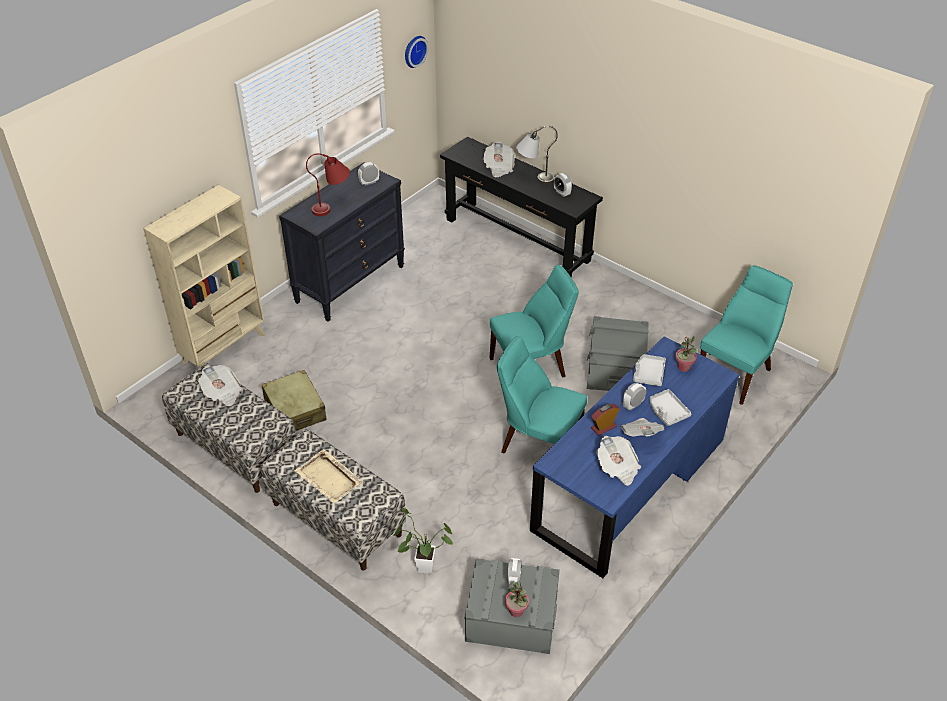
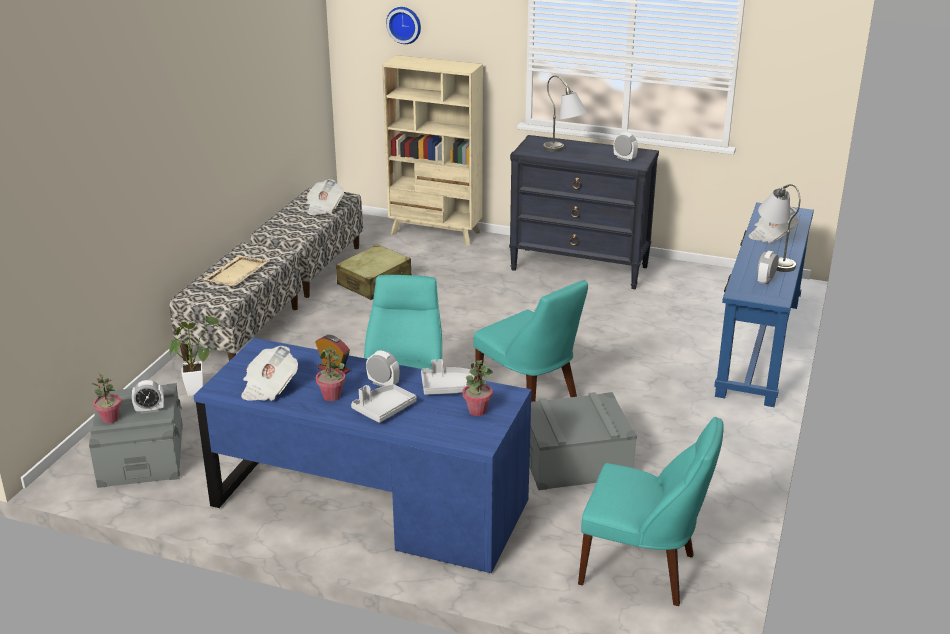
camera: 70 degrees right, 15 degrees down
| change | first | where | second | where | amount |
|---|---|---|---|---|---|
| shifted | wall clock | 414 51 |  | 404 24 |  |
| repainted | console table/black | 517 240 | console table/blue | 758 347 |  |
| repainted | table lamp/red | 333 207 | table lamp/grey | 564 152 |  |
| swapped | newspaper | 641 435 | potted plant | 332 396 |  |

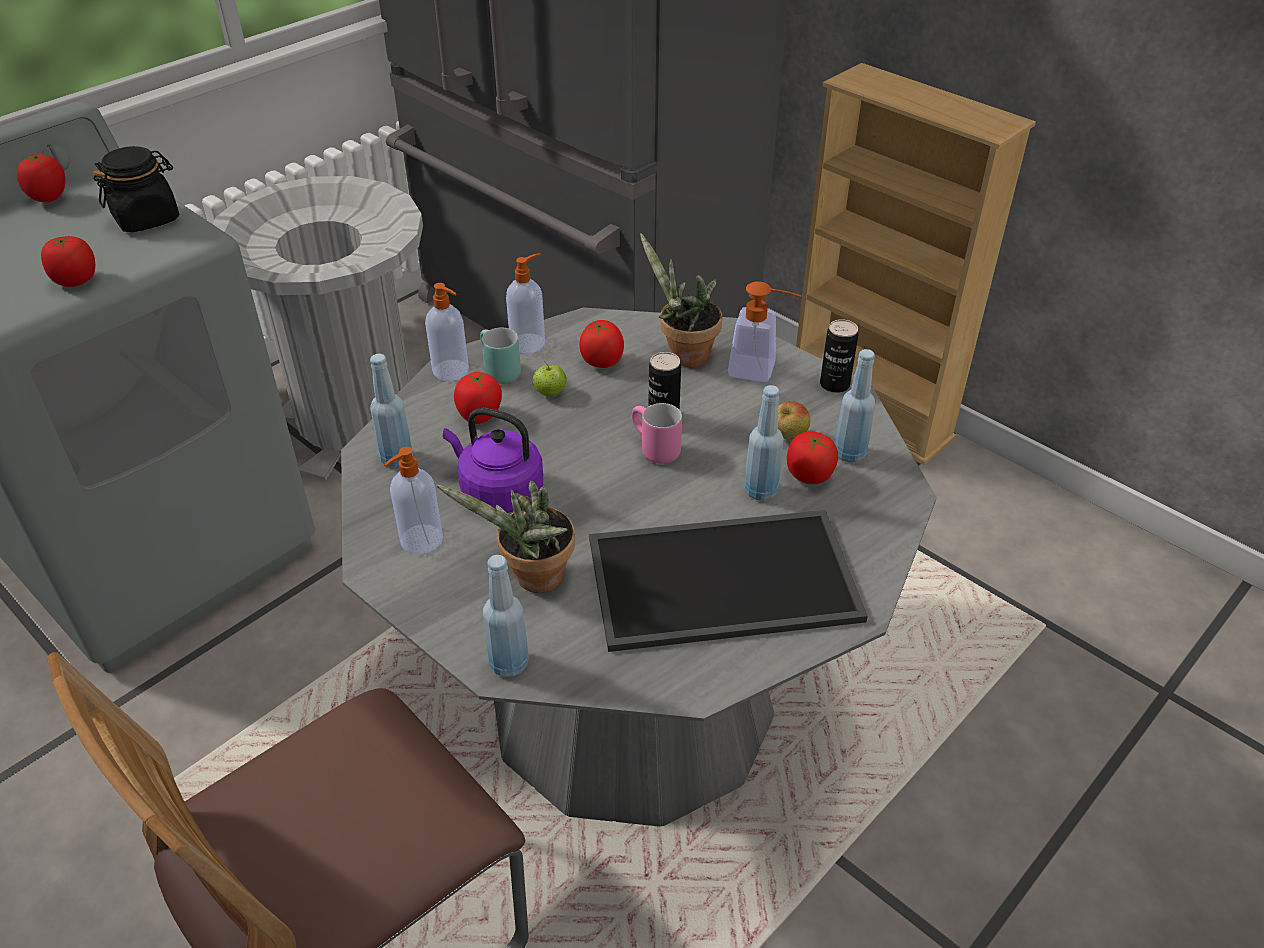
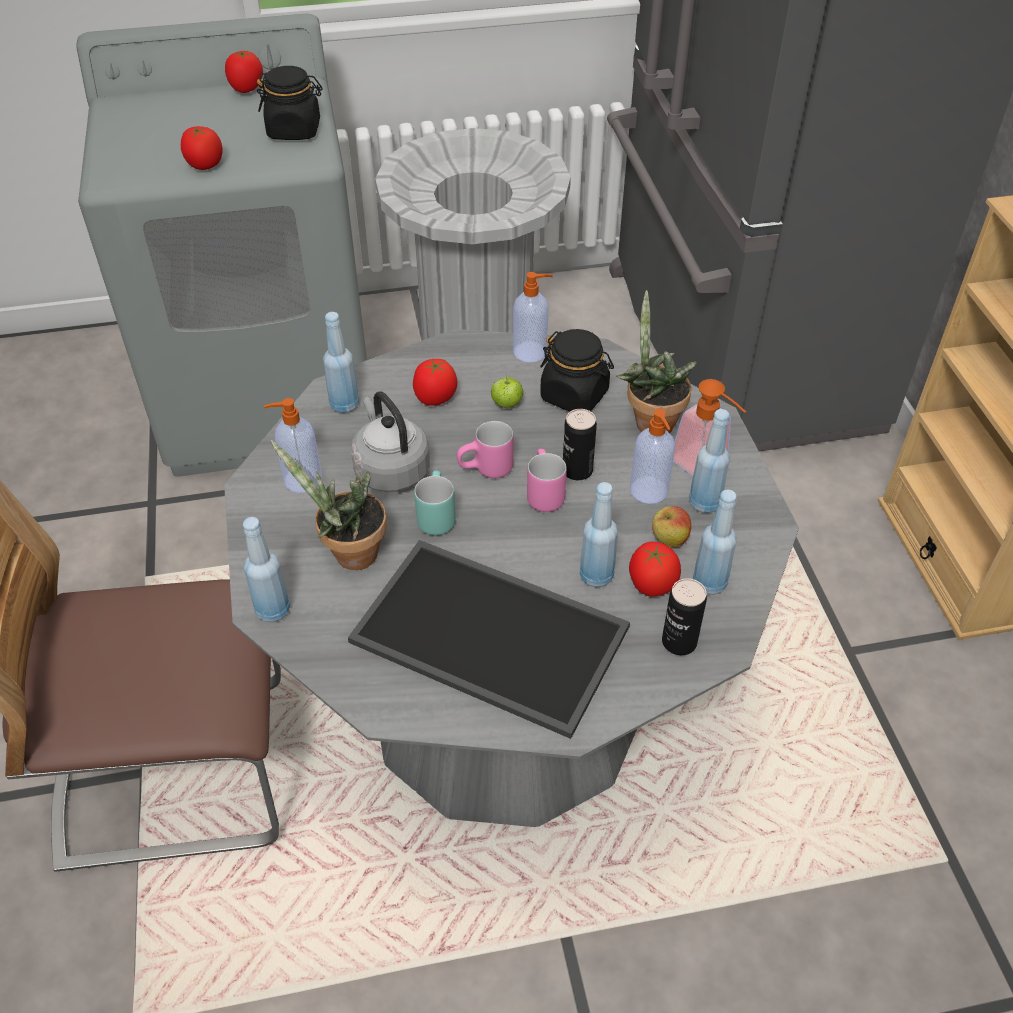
camera: 35 degrees right, 5 degrees up
| change | first | where | second | where | amount |
|---|---|---|---|---|---|
| shifted | soap dispenser | 451 371 |  | 649 491 |  |
| shifted | can | 834 384 |  | 679 642 |  |
| swapped | tomato | 602 361 | jar/black | 574 395 |  |
| shifted | mug/turquoise | 496 371 |  | 434 516 |  |
| repainted | kettle/purple | 498 492 | kettle/grey | 390 469 |  |
| new |  |  | bottle/blue | 704 503 |  |
| new |  |  | mug/pink | 487 471 |  |

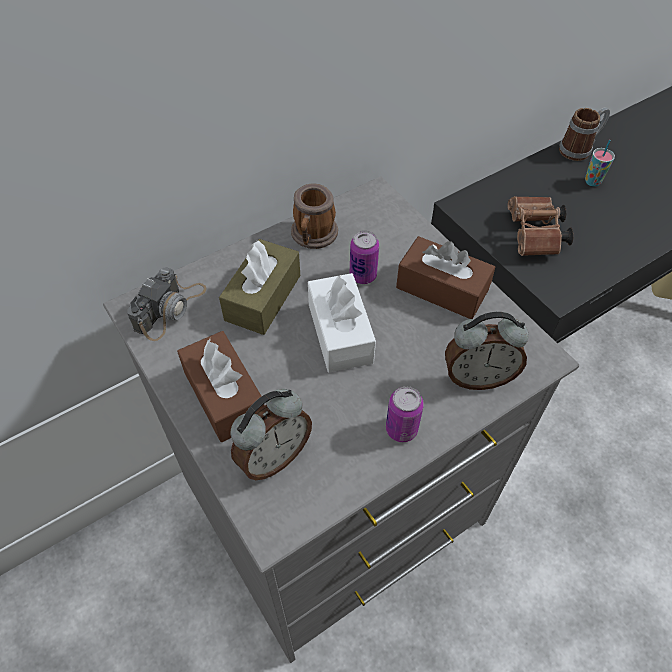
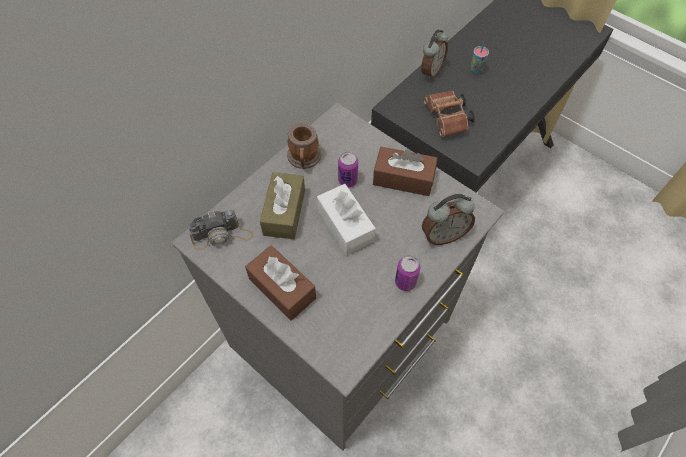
camera: 15 degrees left, 5 degrees up
| change | first | where | second | where | amount |
|---|---|---|---|---|---|
| gone | mug | 579 149 |  |  |  |
| rotated | photo camera | 170 308 |  | 222 235 | 60 degrees clockwise |
| shifted | alarm clock | 273 456 |  | 430 72 |  |

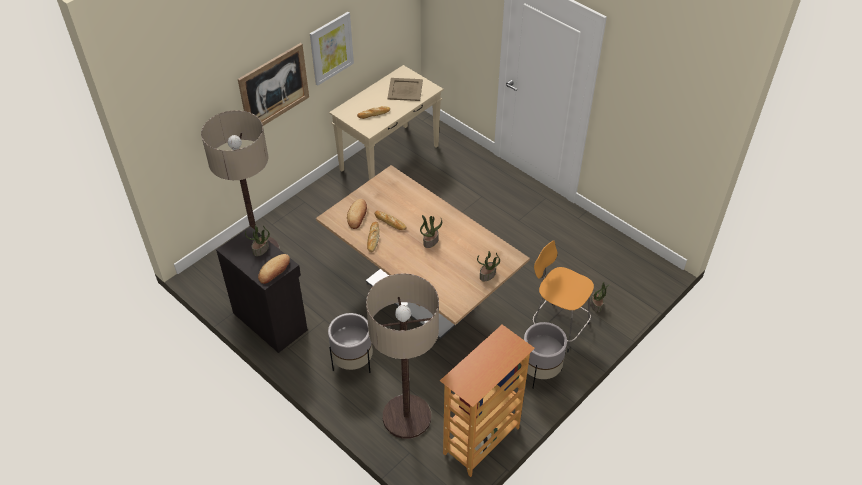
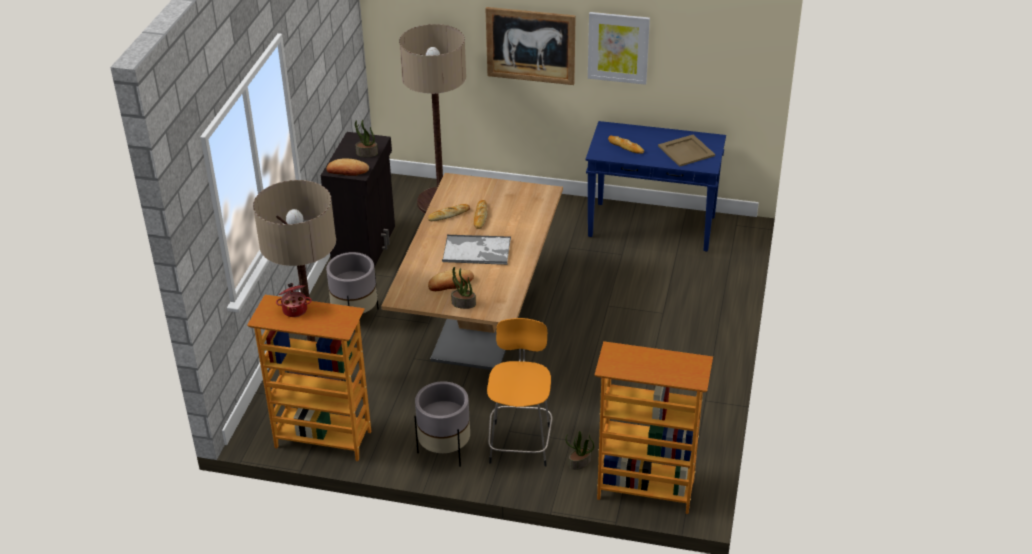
camera: 60 degrees right, 10 degrees down
| change | first | where | second | where | amount |
|---|---|---|---|---|---|
| repainted | console table/beige | 390 157 | console table/blue | 653 226 |  |
| shifted | bread | 357 215 |  | 450 283 |  |
| swapped | potted plant | 430 241 | tray | 477 250 |  |
| new |  |  | cooking pot | 295 309 |  |
| new |  |  | bookcase | 645 491 |  |

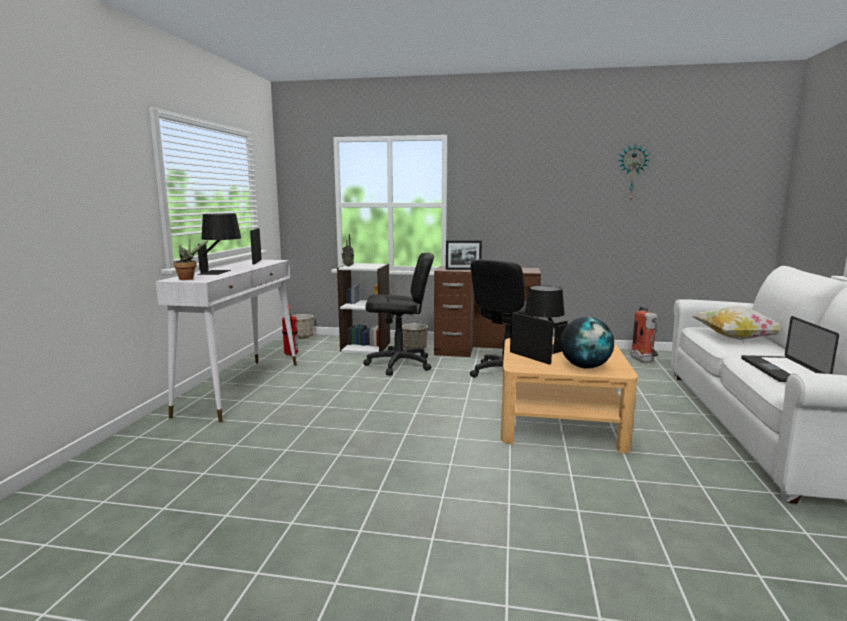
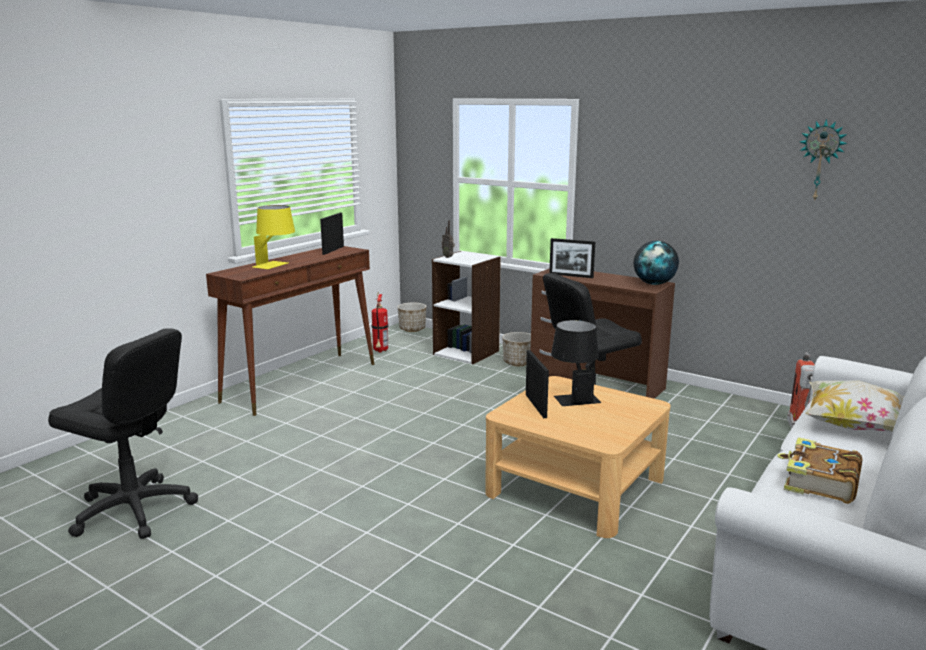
camera: 25 degrees right, 5 degrees up
| change | first | where | second | where | amount |
|---|---|---|---|---|---|
| repainted | table lamp/black | 222 272 | table lamp/yellow | 276 265 |  |
| gone | potted plant | 188 279 |  |  |  |
| shifted | office chair/black | 399 364 |  | 133 510 |  |
| repainted | console table/white | 241 387 | console table/brown | 302 382 |  |
| swapped | laptop | 782 370 | book | 819 482 |  |
| shifted | globe | 585 367 |  | 654 284 |  |

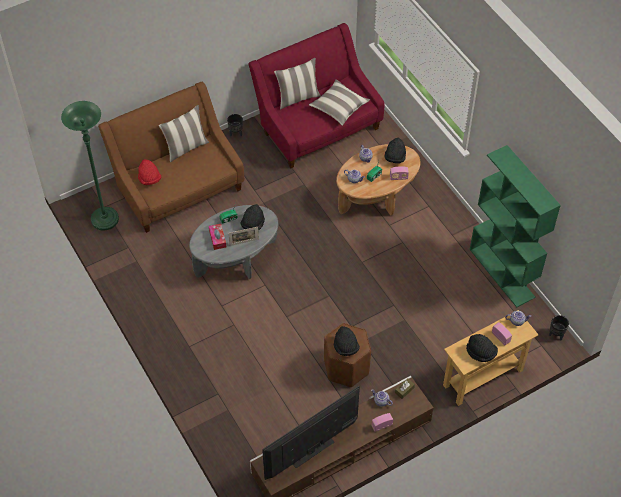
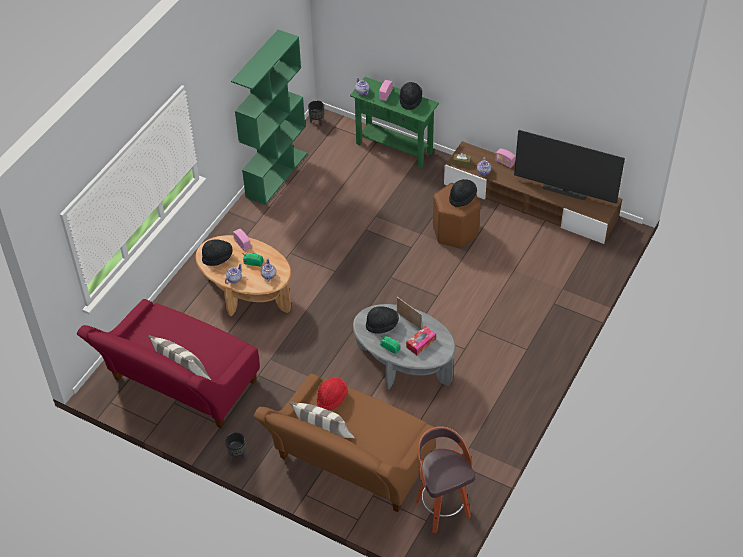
camera: 120 degrees left, 5 degrees down
| change | first | where | second | where | amount |
|---|---|---|---|---|---|
| gone | pillow | 339 107 |  |  |  |
| swapped | floor lamp/green | 105 220 | stool | 441 508 |  |
| shifted | hat/red | 149 179 |  | 332 398 |  |
| repainted | console table/beige | 483 378 | console table/green | 394 148 |  |

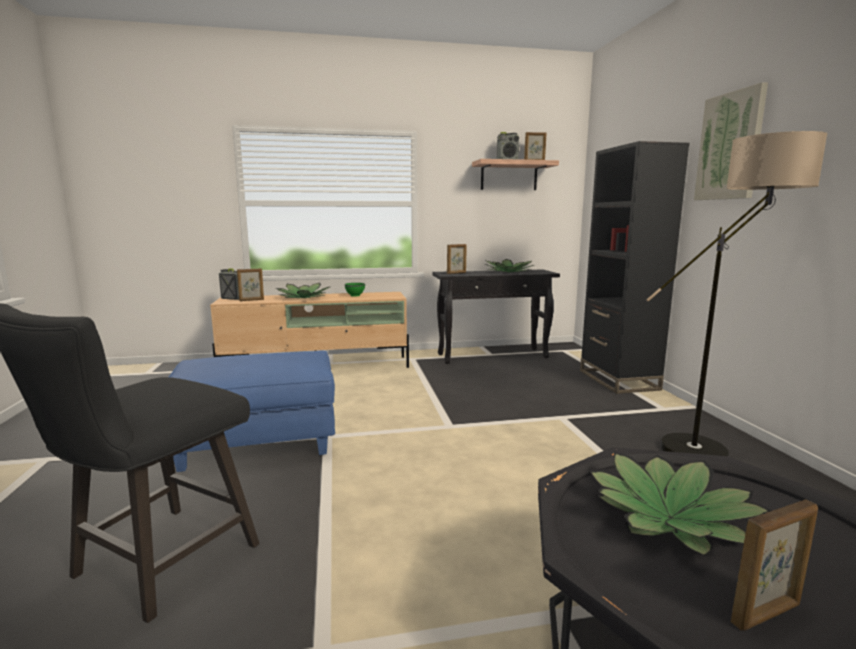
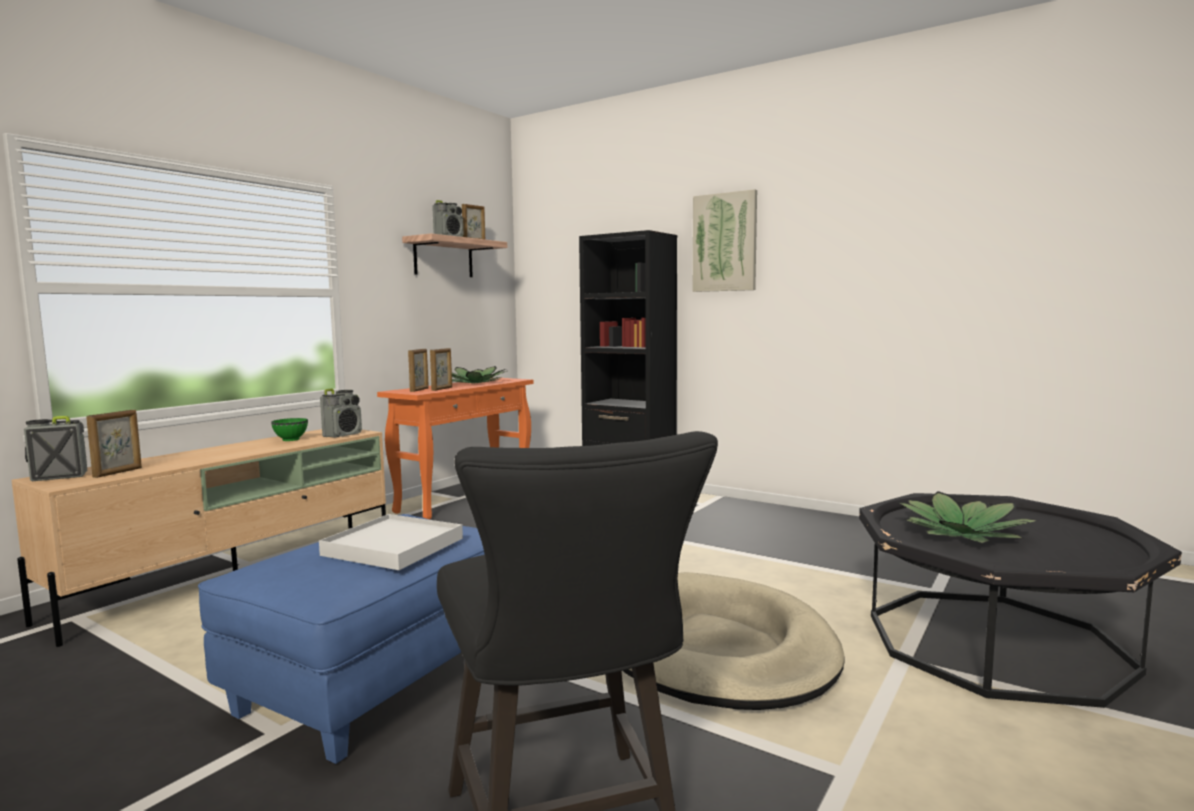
camera: 45 degrees left, 5 degrees down
| change | first | where | second | where | amount |
|---|---|---|---|---|---|
| gone | floor lamp | 715 449 |  |  |  |
| repainted | console table/black | 493 356 | console table/orange | 465 499 |  |
| gone | potted plant | 304 298 |  |  |  |
| shifted | picture frame | 766 614 |  | 442 389 |  |
| new |  |  | radio | 343 435 |  |
| new |  |  | tray/white | 393 547 |  |
| new |  |  | dog bed/beige | 714 648 |  |

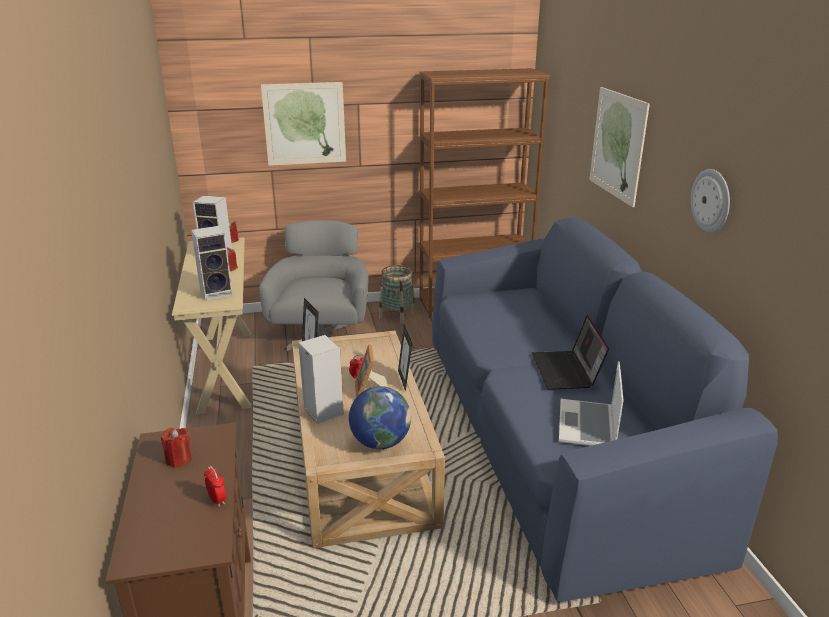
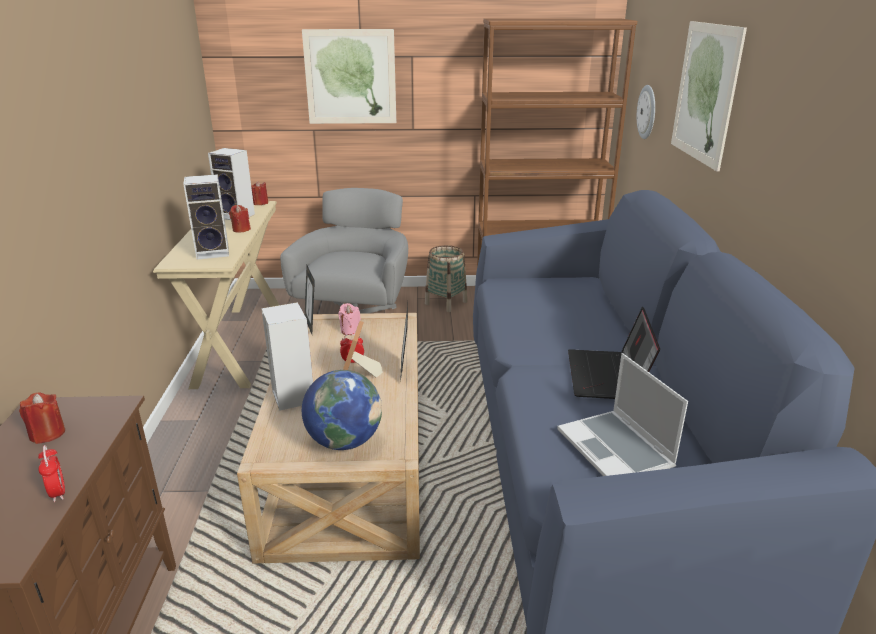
camera: 10 degrees right, 0 degrees up
| change | first | where | second | where | amount |
|---|---|---|---|---|---|
| shifted | wall clock | 711 200 |  | 647 112 |  |
| rotated | laptop | 588 426 |  | 616 449 | 45 degrees counterclockwise |
| new |  |  | candle/pink | 350 330 |  |

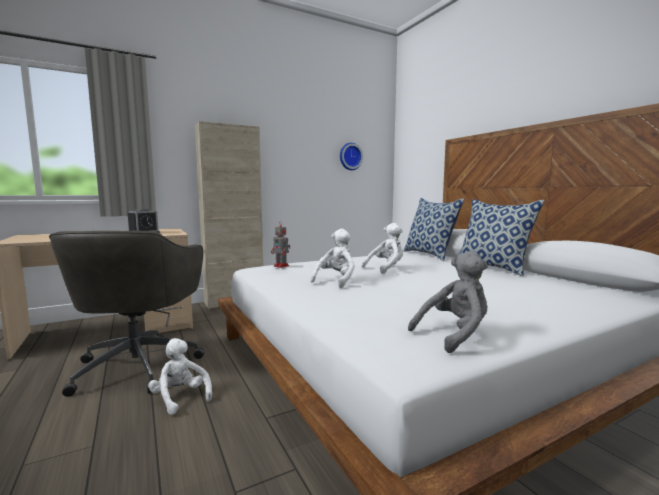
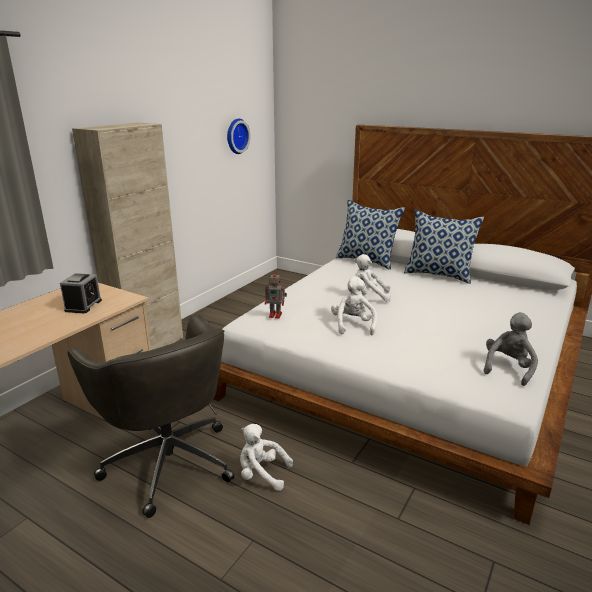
camera: 30 degrees left, 15 degrees up
| change | first | where | second | where | amount |
|---|---|---|---|---|---|
| rotated | plush toy/white | 386 268 |  | 368 296 | 105 degrees counterclockwise |

